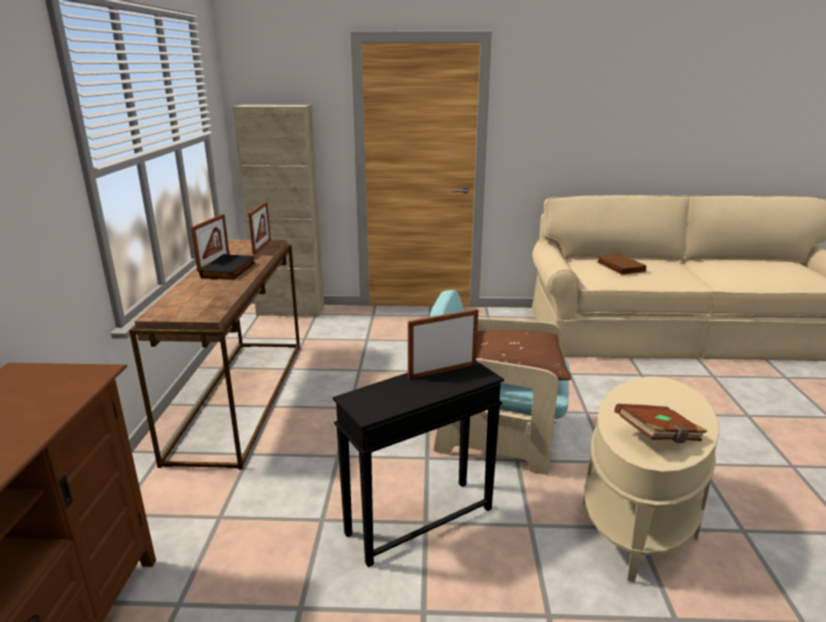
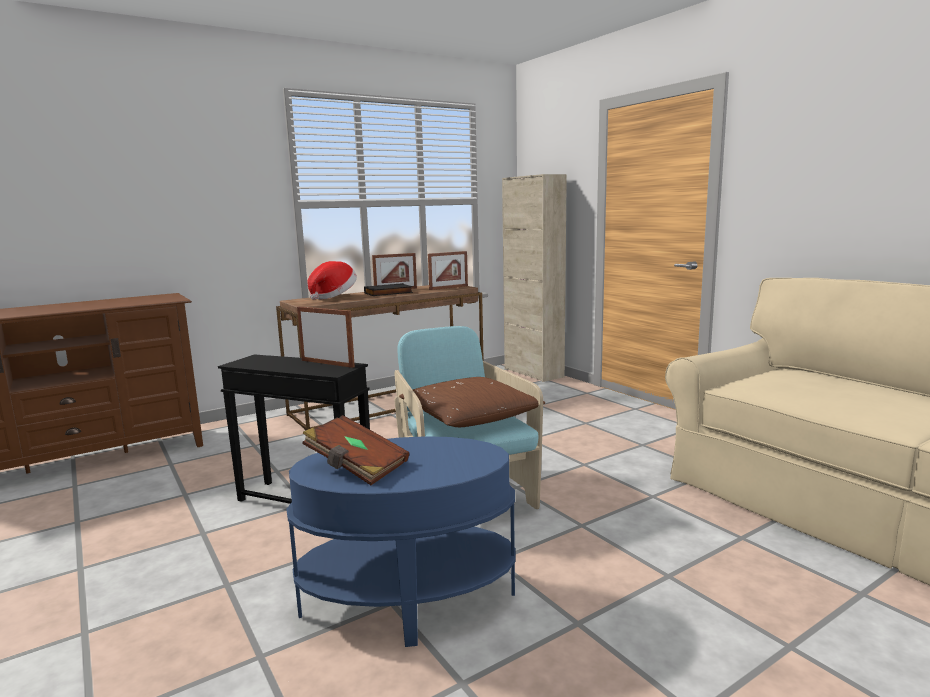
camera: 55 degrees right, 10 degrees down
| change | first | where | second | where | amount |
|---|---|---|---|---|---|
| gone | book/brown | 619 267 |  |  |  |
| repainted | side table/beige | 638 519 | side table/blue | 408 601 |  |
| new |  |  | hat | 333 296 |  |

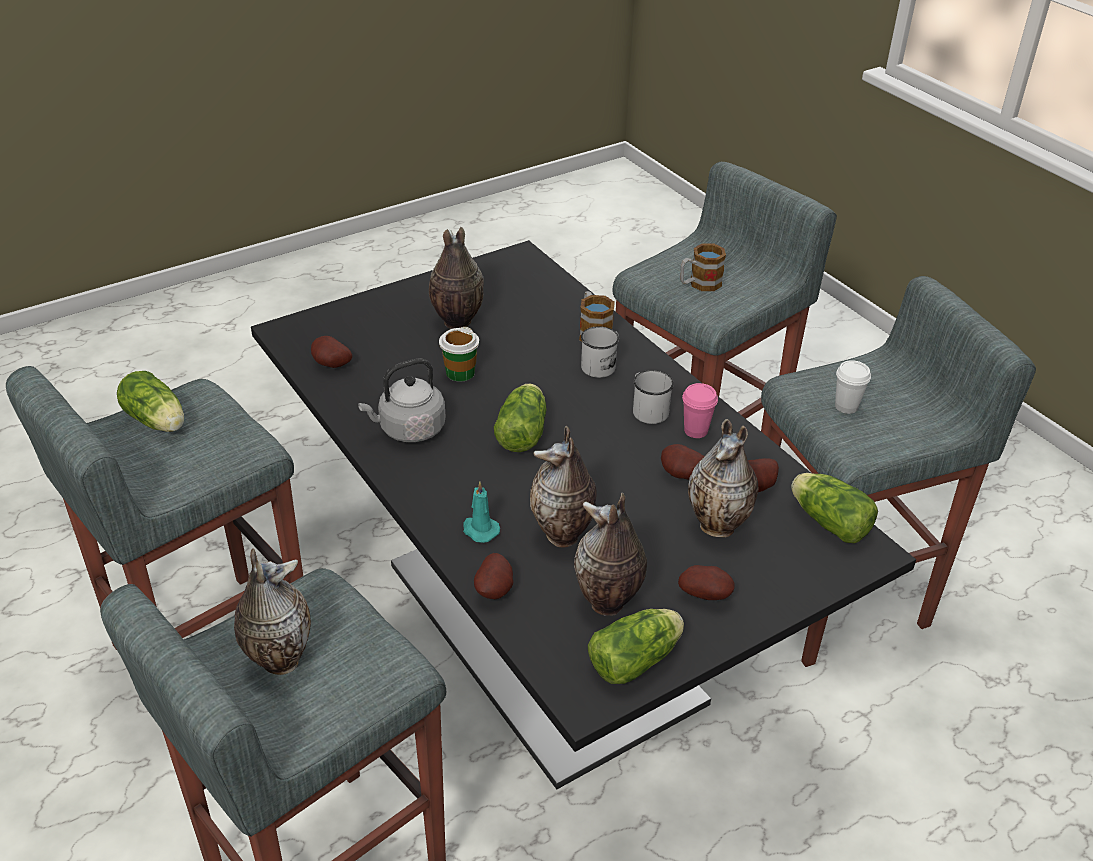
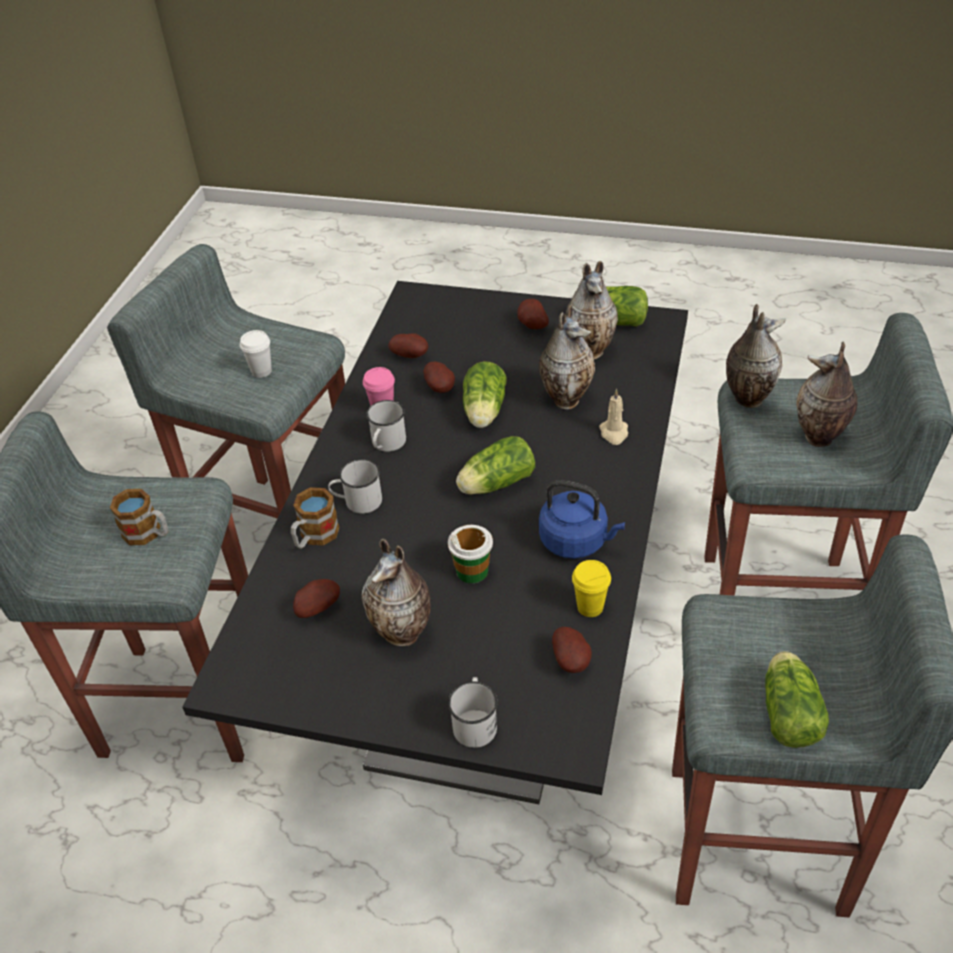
camera: 130 degrees left, 5 degrees up
| change | first | where | second | where | amount |
|---|---|---|---|---|---|
| repainted | kettle/grey | 409 430 | kettle/blue | 577 541 |  |
| shifted | vase | 719 526 |  | 746 398 |  |
| shifted | lettuce | 827 521 |  | 484 412 |  |
| repainted | candle/turquoise | 479 530 | candle/beige | 614 433 |  |
| shifted | potato | 495 590 |  | 317 607 |  |
| new |  |  | cup/yellow | 590 607 |  |
| new |  |  | mug/white | 475 722 |  |

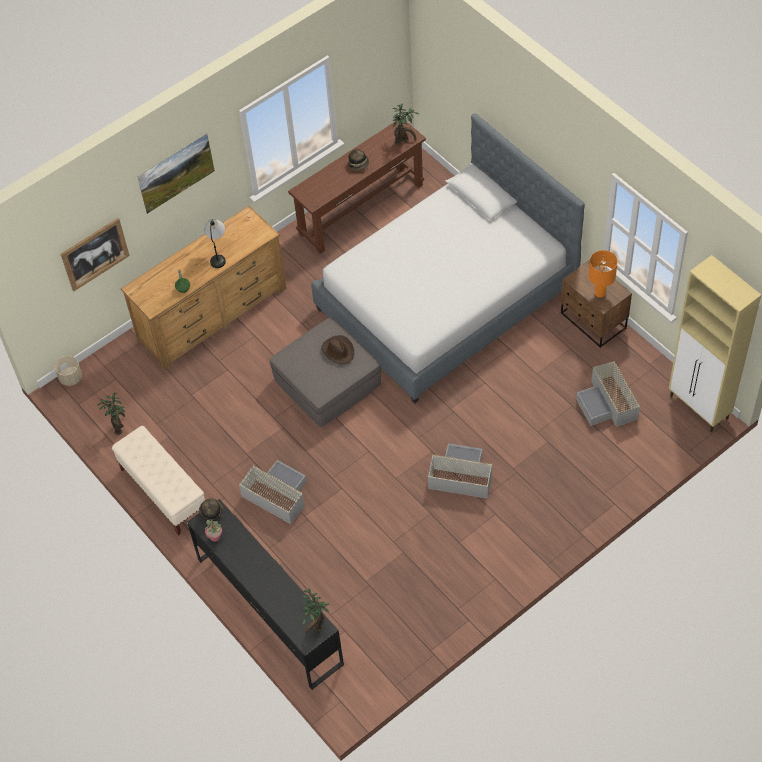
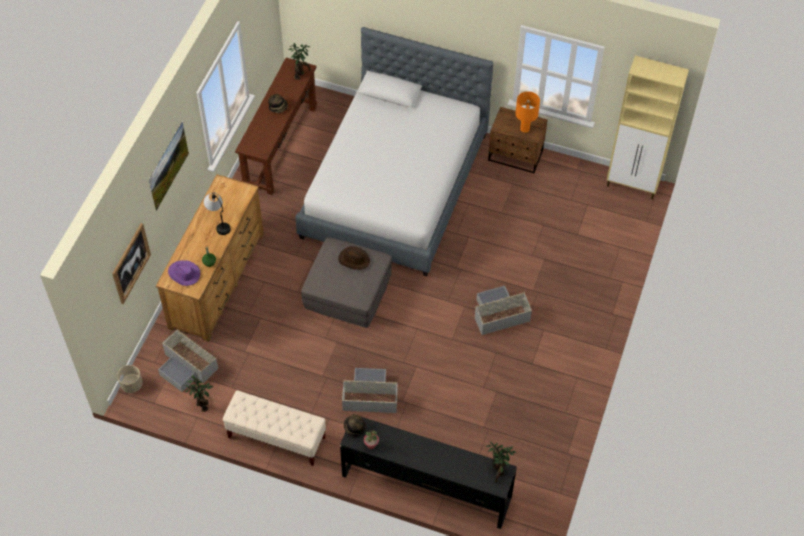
camera: 35 degrees left, 0 degrees up
| change | first | where | second | where | amount |
|---|---|---|---|---|---|
| shifted | storage box/grey | 608 403 |  | 187 366 |  |
| new |  |  | hat/purple | 184 274 |  |

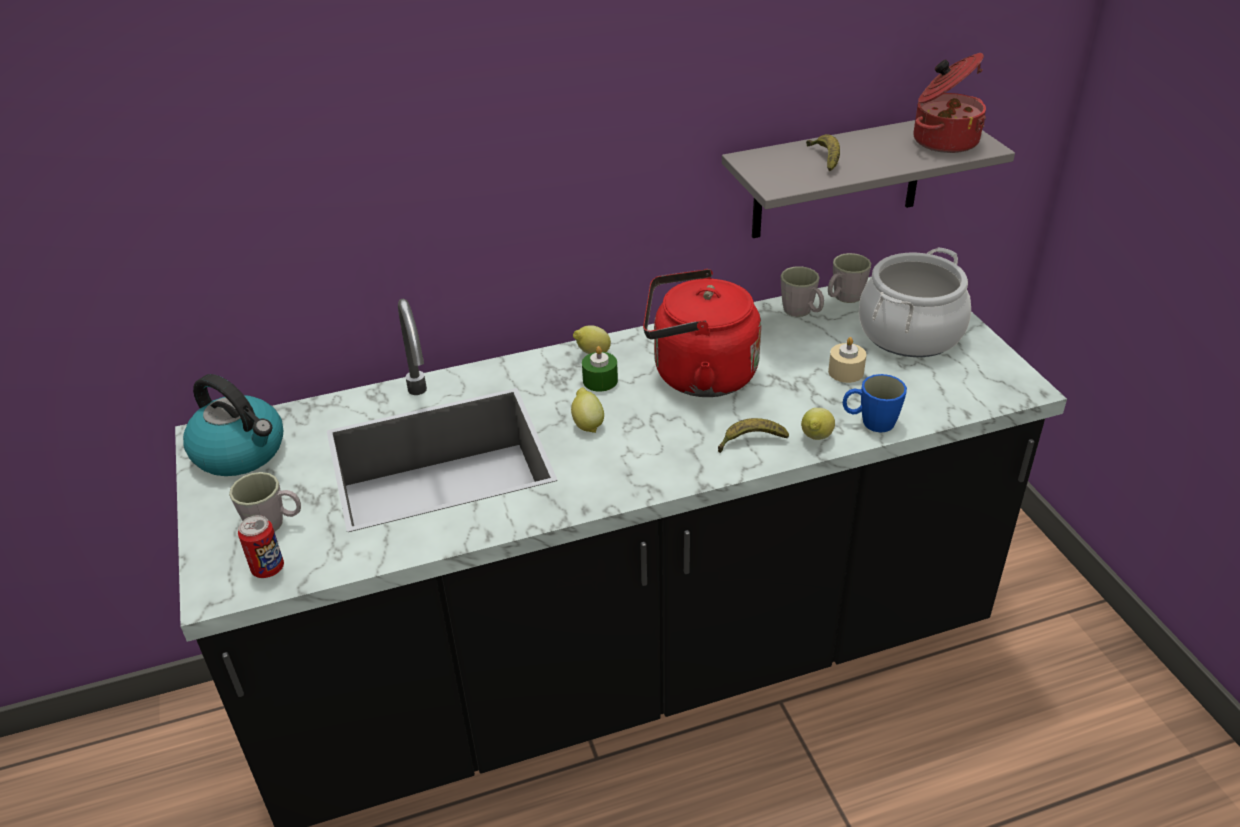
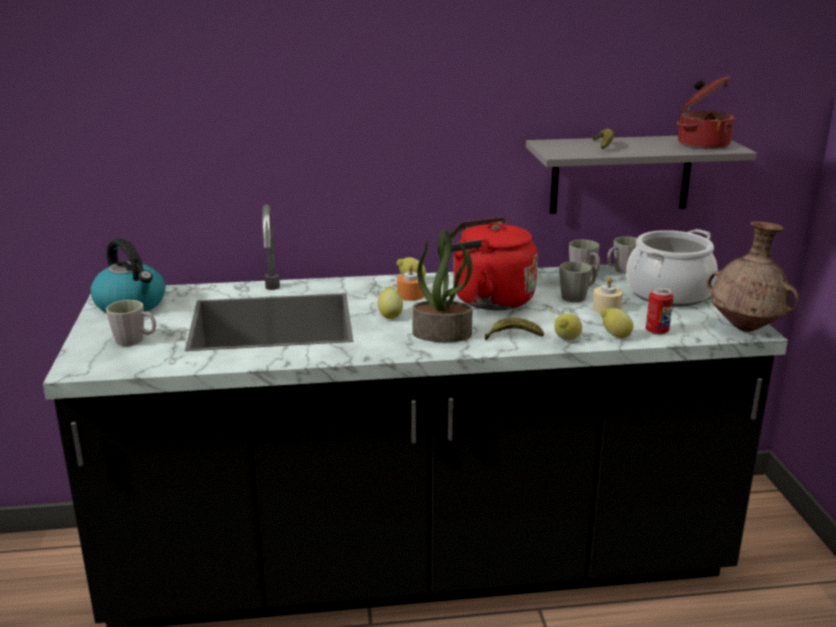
camera: 10 degrees right, 15 degrees down
| change | first | where | second | where | amount |
|---|---|---|---|---|---|
| repainted | candle/green | 600 380 | candle/orange | 410 295 |  |
| swapped | mug/blue | 870 422 | lemon | 615 336 |  |
| shifted | can | 268 569 |  | 657 331 |  |
| new |  |  | vase/brown | 746 328 |  |
| new |  |  | potted plant | 442 334 |  |
| new |  |  | mug/grey | 578 296 |  |

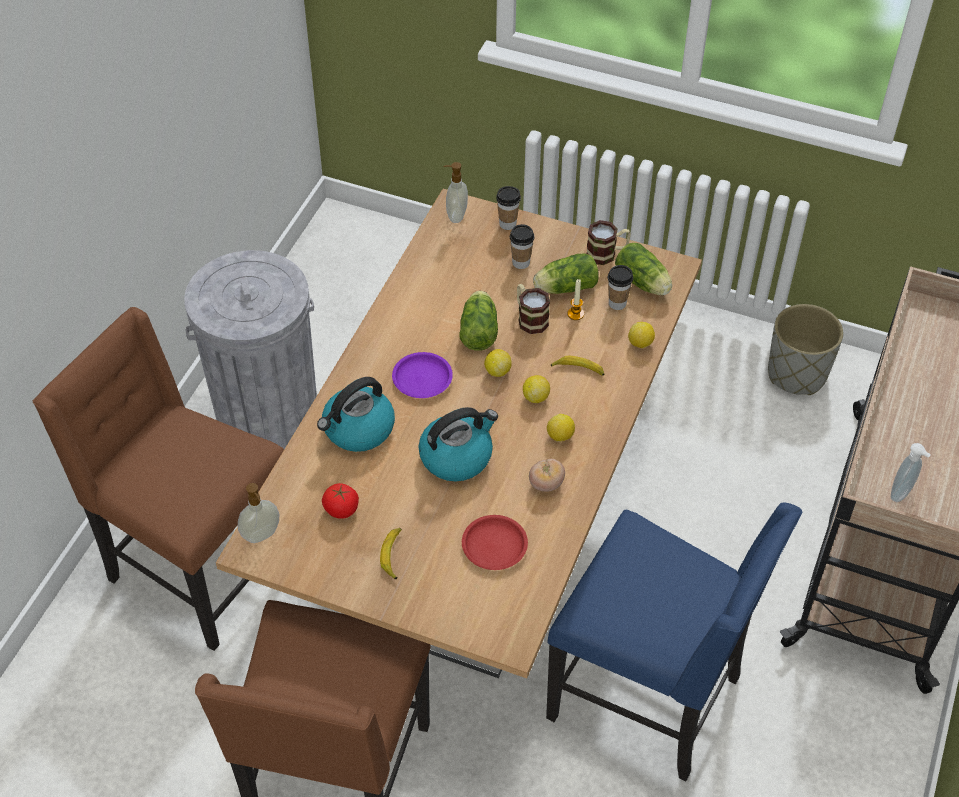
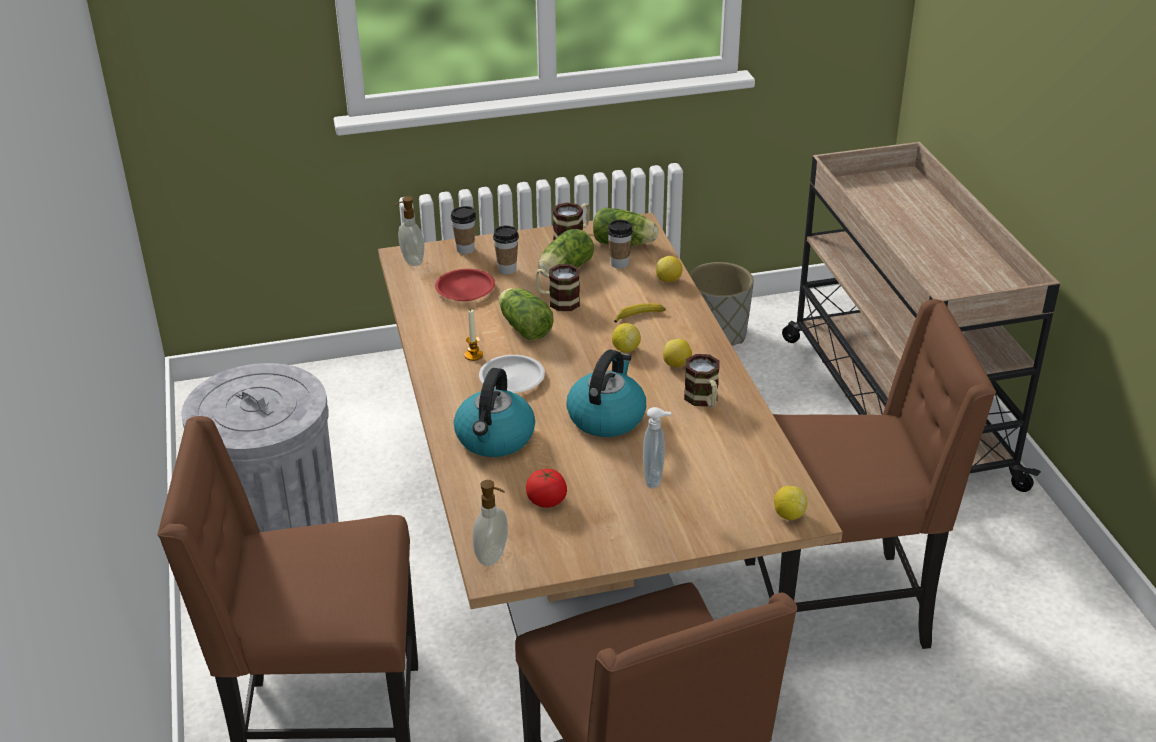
camera: 35 degrees left, 15 degrees down
| change | first | where | second | where | amount |
|---|---|---|---|---|---|
| shifted | candle | 575 314 |  | 473 355 |  |
| shifted | lemon | 497 371 |  | 789 515 |  |
| repainted | plate/purple | 422 378 | plate/white | 512 378 |  |
| shifted | soap dispenser | 902 494 |  | 655 479 |  |
| swapped | tomato | 546 484 | mug | 703 400 |  |
| repainted | chair/blue | 649 697 | chair/brown | 839 605 |  |
| shifted | plate/red | 494 545 |  | 465 289 |  |
| gone | banana | 393 555 |  |  |  |

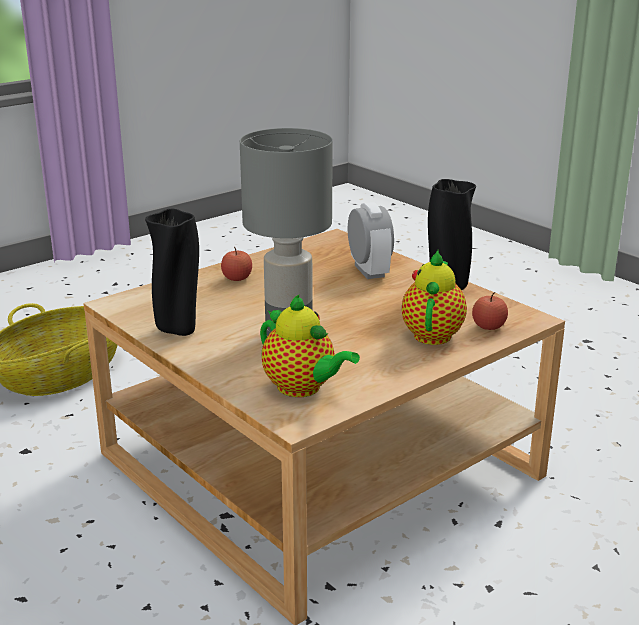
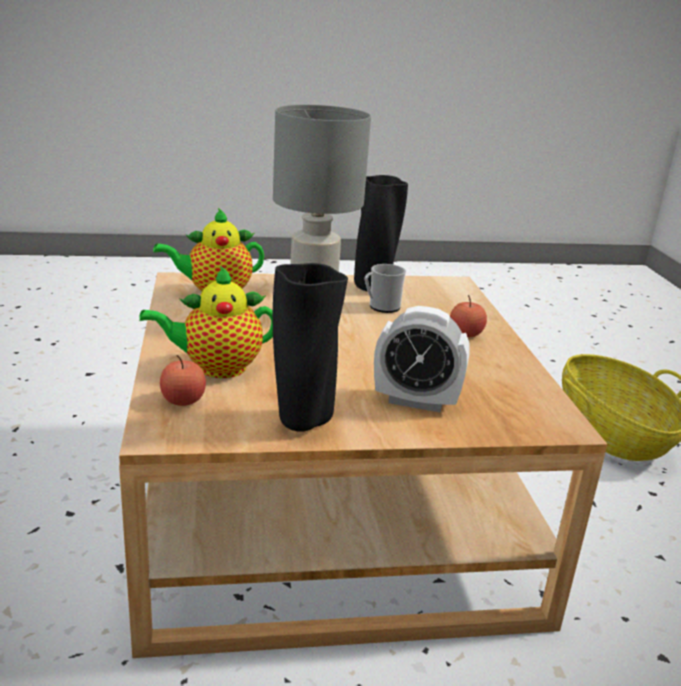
camera: 120 degrees right, 0 degrees up
| change | first | where | second | where | amount |
|---|---|---|---|---|---|
| rotated | teapot | 433 333 |  | 216 368 | 120 degrees clockwise |
| new |  |  | mug | 381 307 |  |

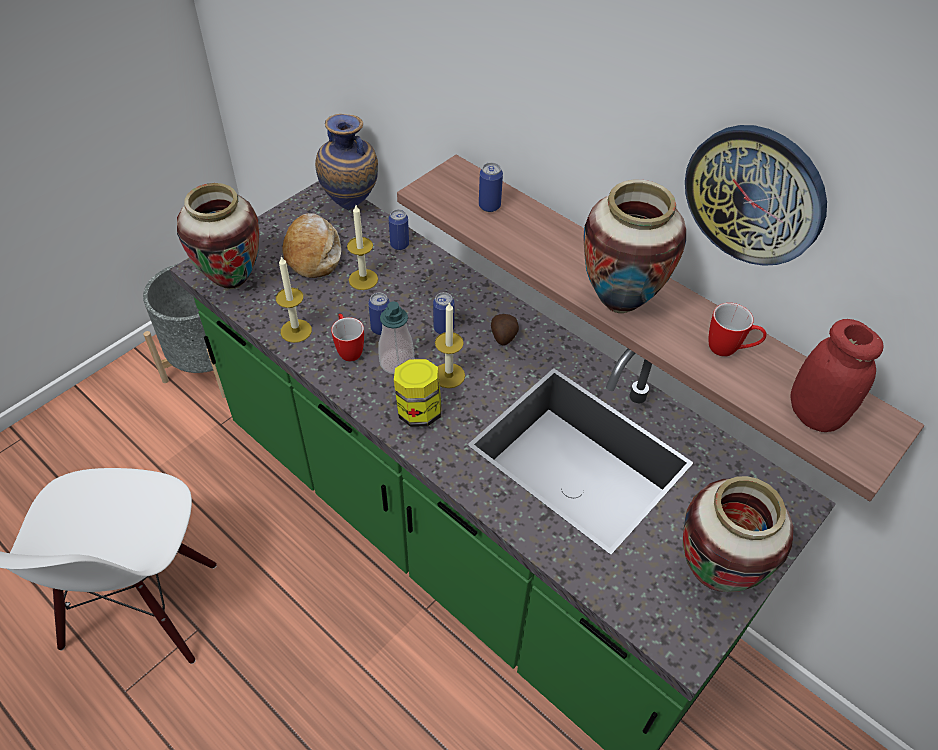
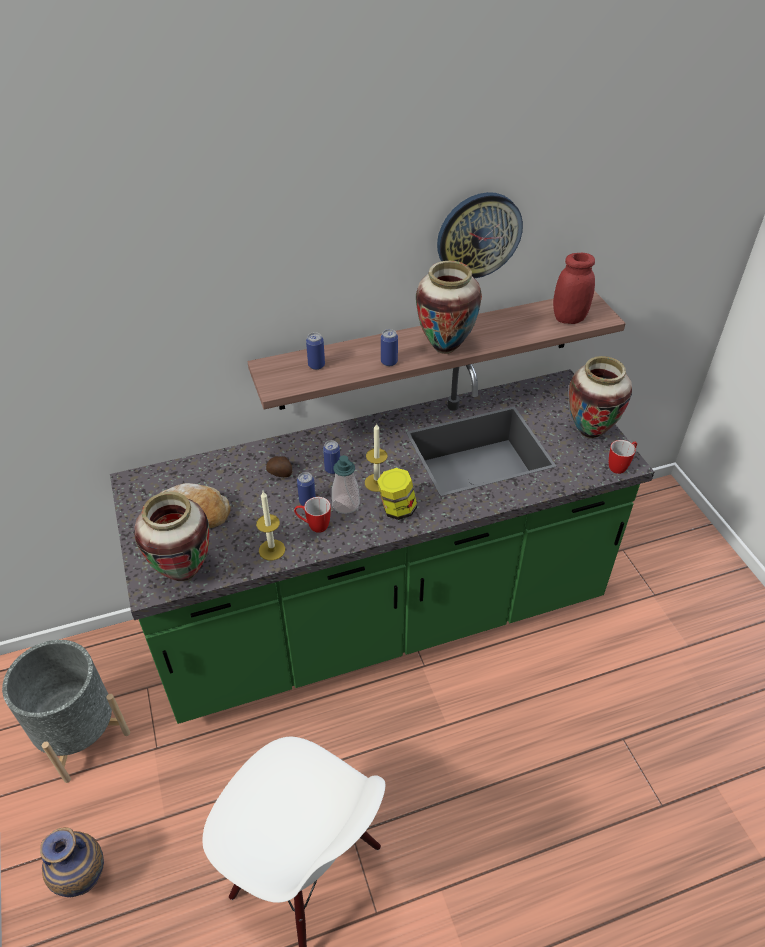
camera: 60 degrees left, 5 degrees down
| change | first | where | second | where | amount |
|---|---|---|---|---|---|
| shifted | vase | 352 205 |  | 85 878 |  |
| gone | candle | 363 279 |  |  |  |
| shifted | can | 399 245 |  | 389 362 |  |
| shifted | mug | 729 350 |  | 620 466 |  |
| shifted | potato | 503 337 |  | 280 473 |  |

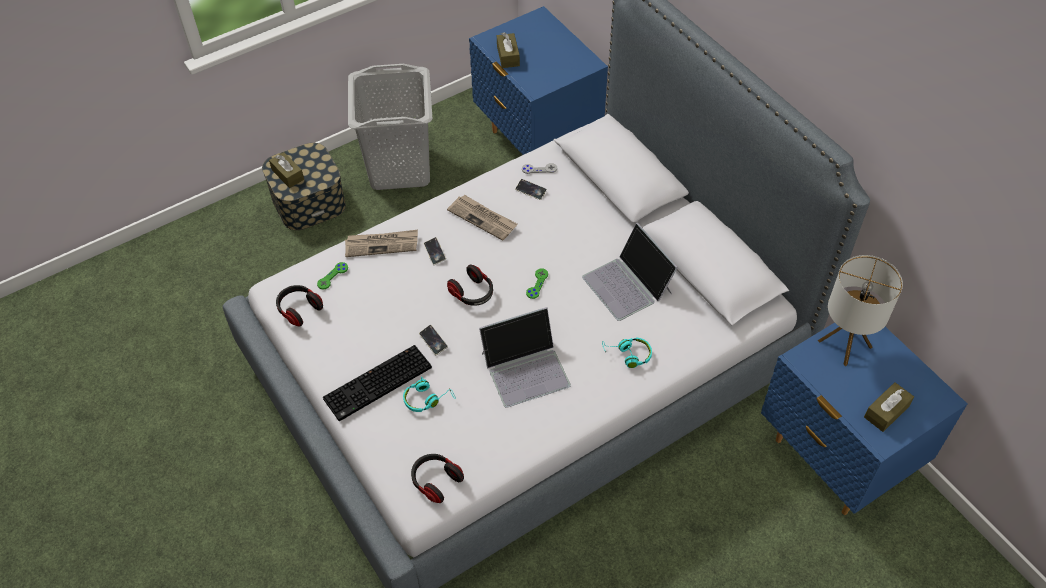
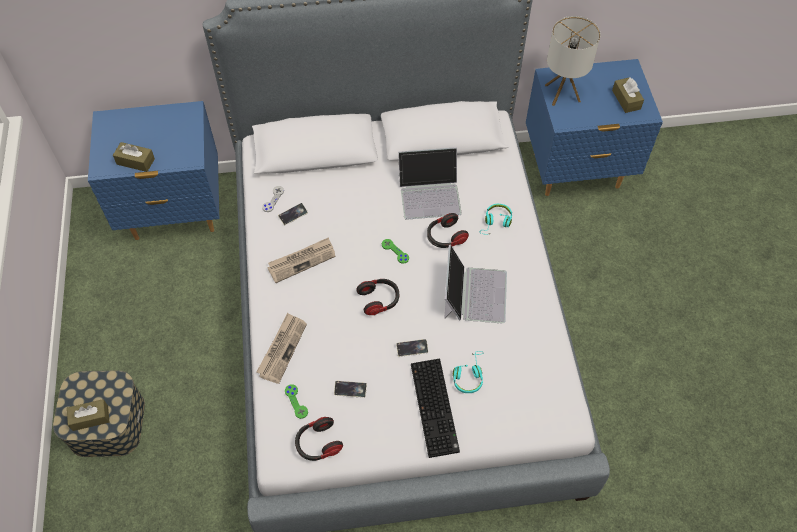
camera: 65 degrees left, 5 degrees up
| change | first | where | second | where | amount |
|---|---|---|---|---|---|
| gone | laundry basket/grey | 400 168 |  |  |  |
| shifted | phone | 435 252 |  | 350 390 |  |
| shifted | headphones | 435 481 |  | 445 237 |  |

